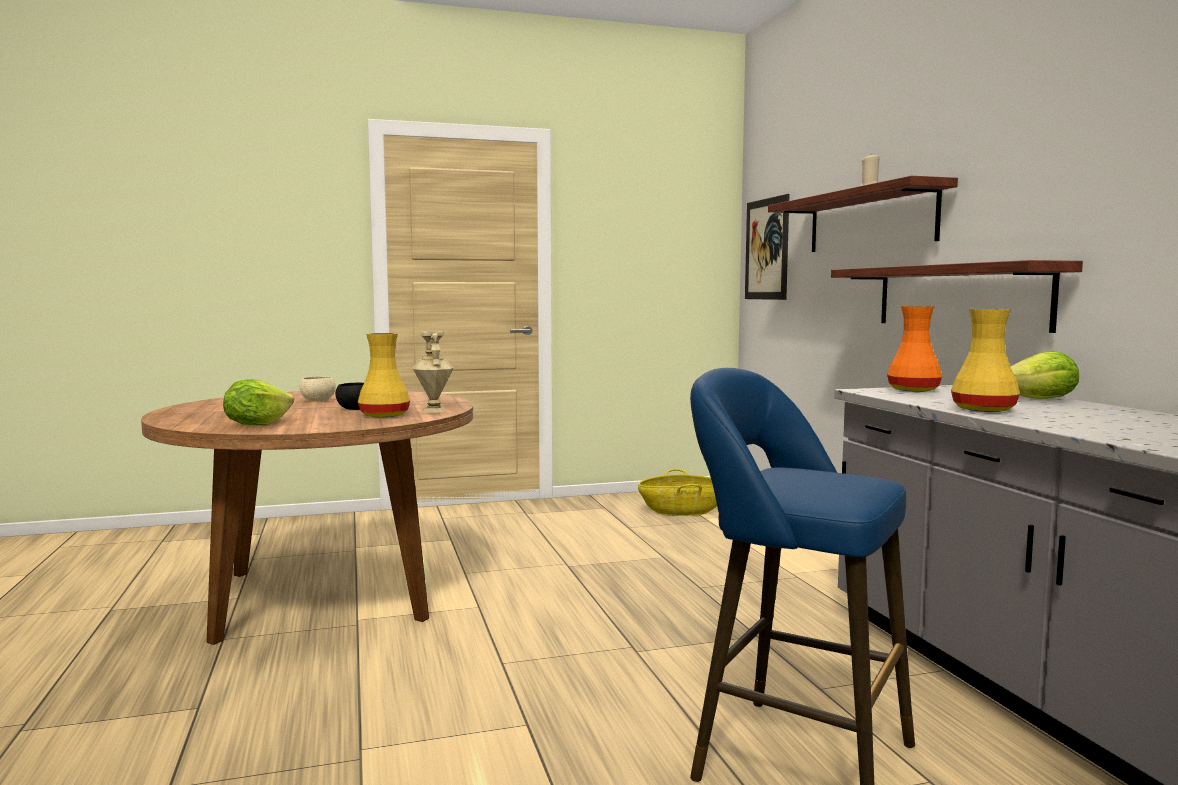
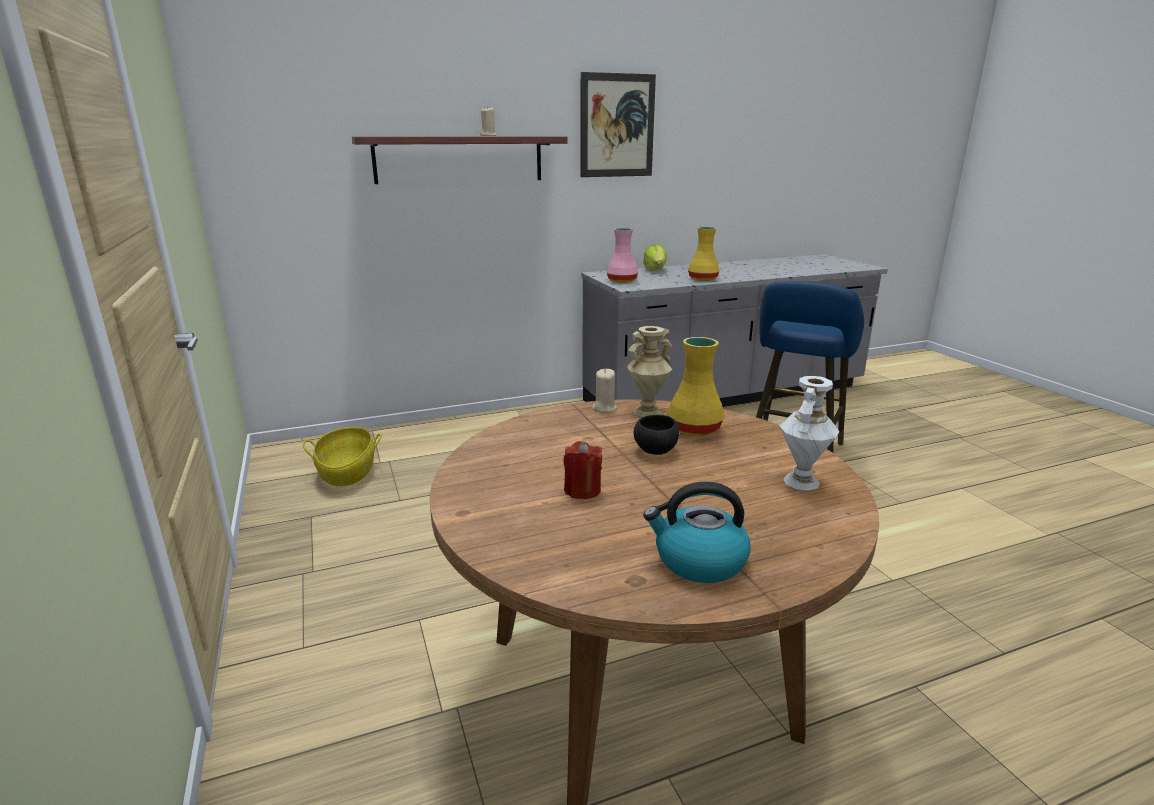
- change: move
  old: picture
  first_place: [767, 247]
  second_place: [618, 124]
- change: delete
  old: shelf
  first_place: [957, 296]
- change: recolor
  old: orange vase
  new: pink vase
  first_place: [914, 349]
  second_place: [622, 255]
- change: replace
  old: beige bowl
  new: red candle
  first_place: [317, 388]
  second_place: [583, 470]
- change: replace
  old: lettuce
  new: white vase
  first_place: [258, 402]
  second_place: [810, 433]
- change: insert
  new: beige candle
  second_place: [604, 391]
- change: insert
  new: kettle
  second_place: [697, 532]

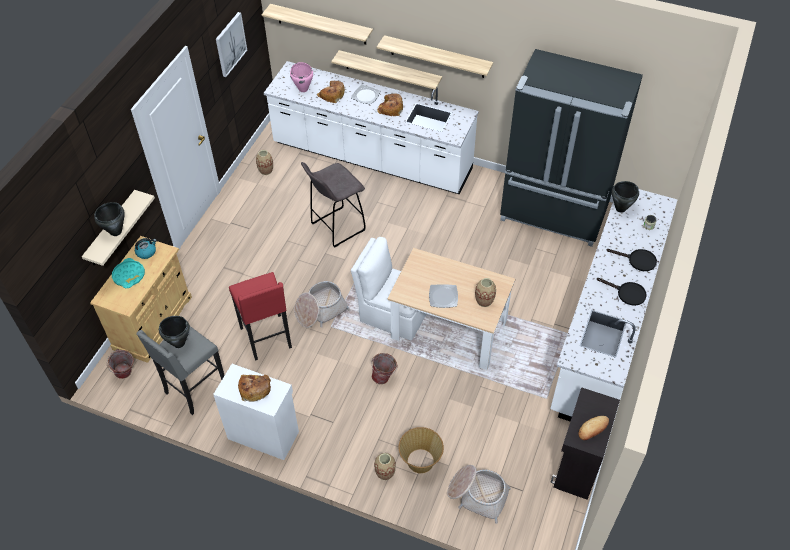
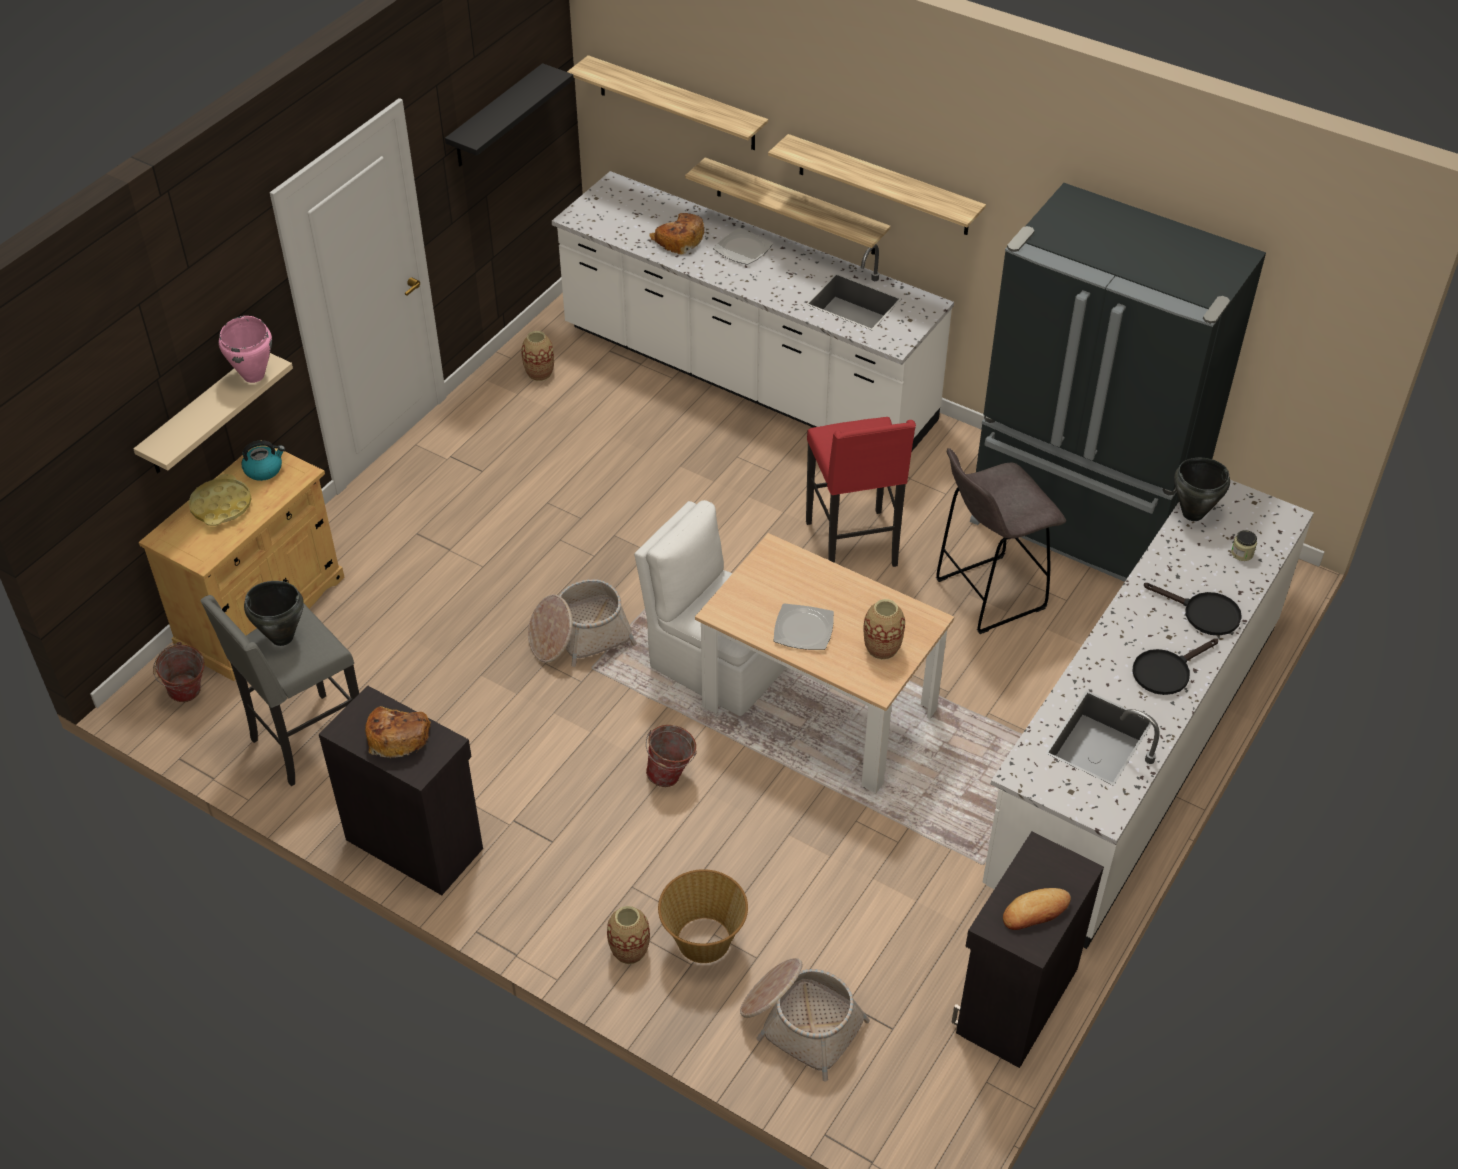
- change: replace
  old: picture
  new: black shelf
  first_place: [231, 44]
  second_place: [509, 114]
- change: move
  old: pink cooking pot
  first_place: [301, 77]
  second_place: [245, 349]
- change: delete
  old: bread
  first_place: [390, 105]
- change: move
  old: grey stool
  first_place: [333, 205]
  second_place: [1001, 541]
- change: delete
  old: black cooking pot
  first_place: [109, 219]
- change: recolor
  old: turquoise tray
  new: yellow tray
  first_place: [128, 273]
  second_place: [220, 500]
- change: move
  old: red stool
  first_place: [260, 316]
  second_place: [861, 492]
- change: rotate
  old: black frying pan
  first_place: [622, 292]
  second_place: [1175, 666]
  degrees: 105
- change: recolor
  old: white cabinet
  new: black cabinet
  first_place: [256, 412]
  second_place: [401, 790]

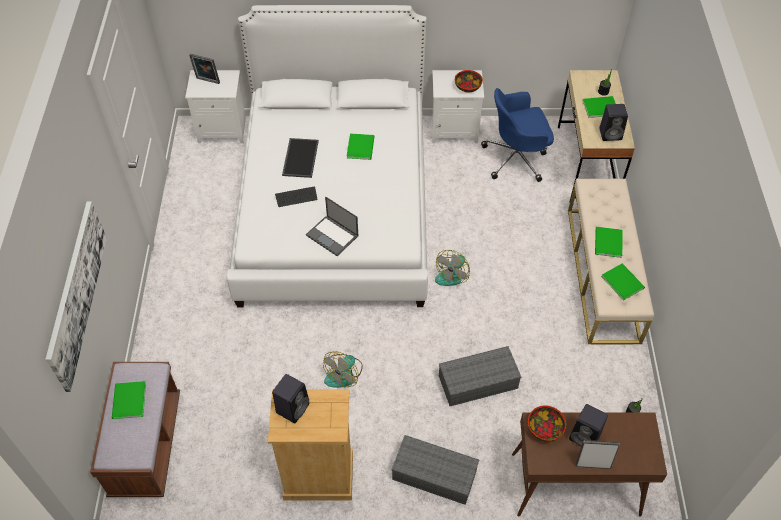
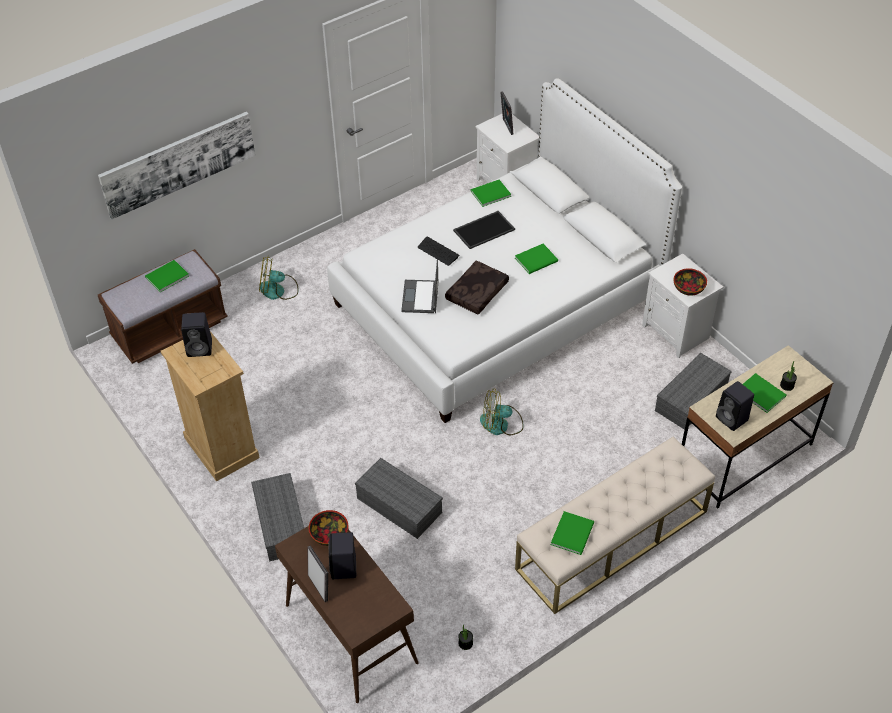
- change: replace
  old: blue office chair
  new: grey storage box
  first_place: [517, 135]
  second_place: [693, 391]
- change: move
  old: green book
  first_place: [609, 242]
  second_place: [491, 193]
- change: move
  old: fan
  first_place: [343, 369]
  second_place: [279, 278]
- change: insert
  new: brown pillow
  second_place: [477, 288]

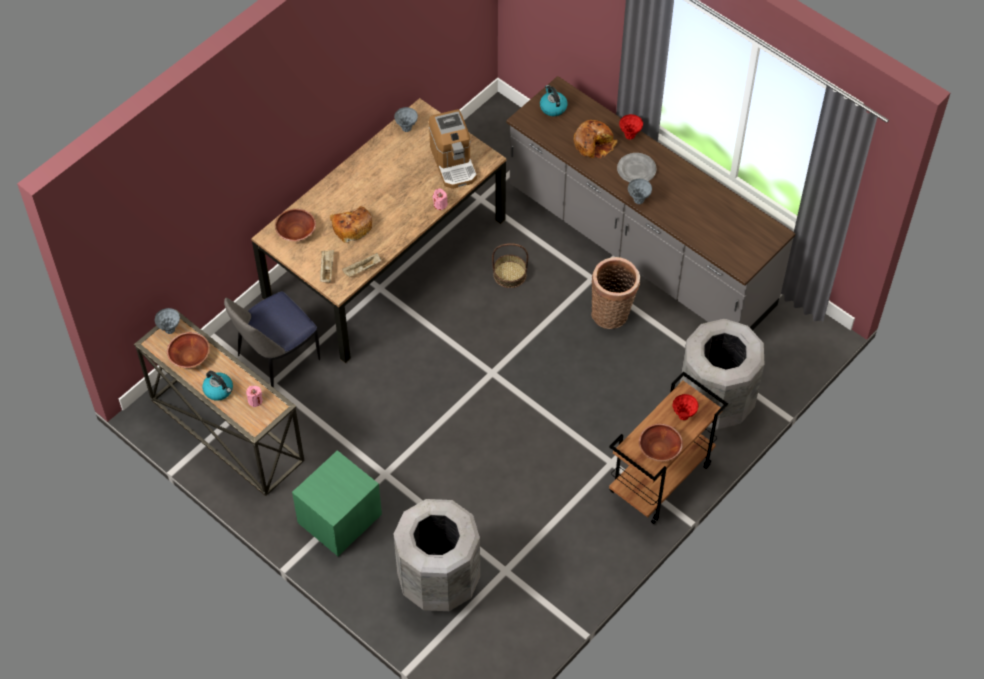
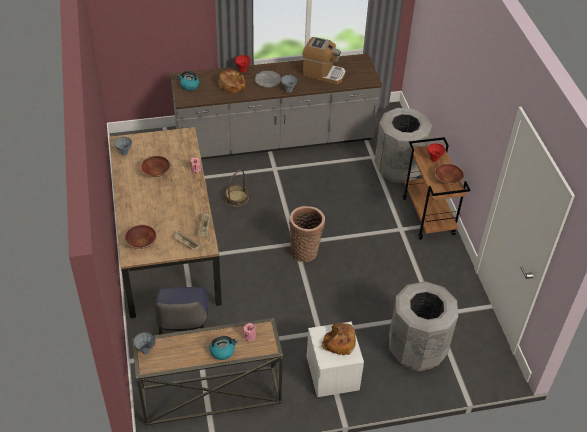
- change: move
  old: coffee machine
  first_place: [453, 149]
  second_place: [324, 60]
- change: move
  old: bread
  first_place: [351, 224]
  second_place: [339, 339]
- change: move
  old: basket
  first_place: [615, 293]
  second_place: [307, 234]
- change: move
  old: brown bowl
  first_place: [188, 350]
  second_place: [155, 166]
- change: recolor
  old: green nightstand
  new: white nightstand
  first_place: [337, 503]
  second_place: [335, 359]

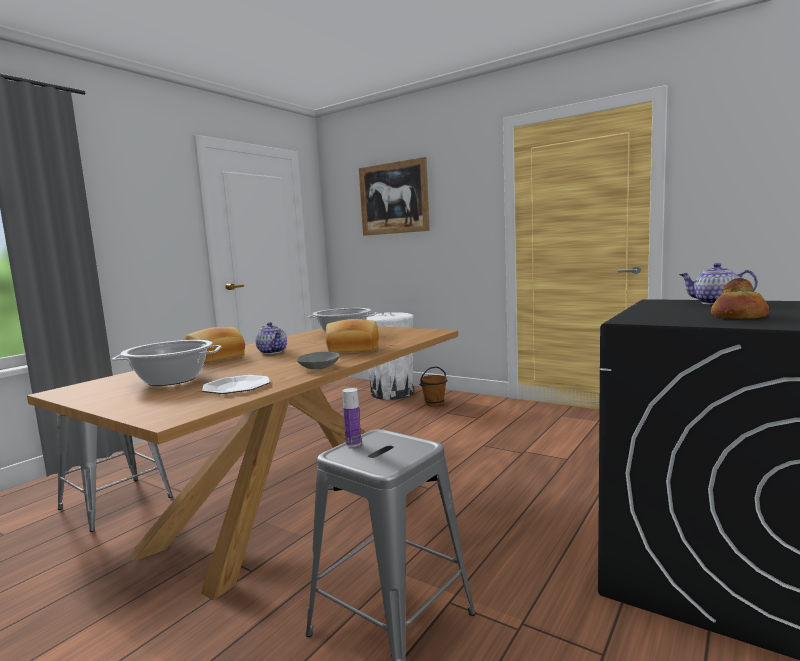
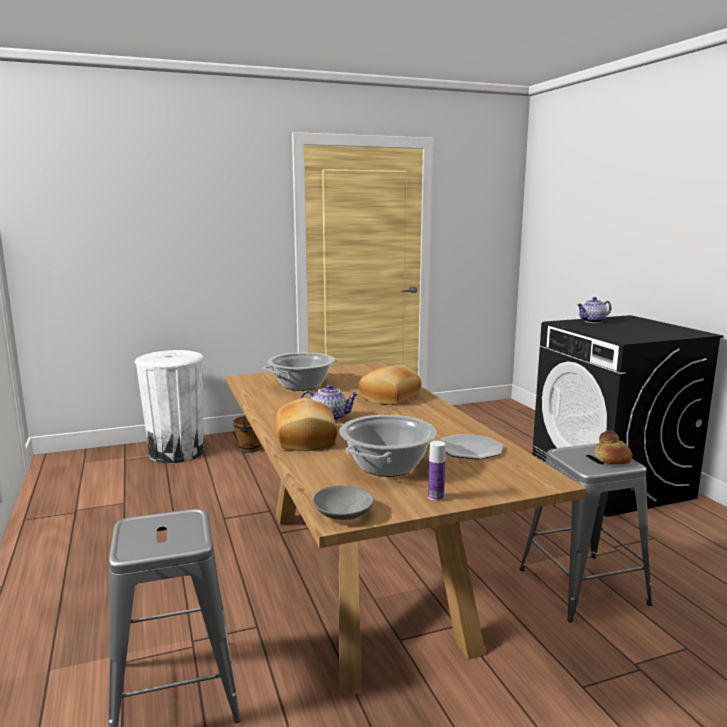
- change: delete
  old: picture
  first_place: [394, 196]
- change: move
  old: bread
  first_place: [740, 298]
  second_place: [613, 447]
- change: move
  old: grey bowl
  first_place: [318, 360]
  second_place: [343, 502]
- change: move
  old: bottle
  first_place: [351, 417]
  second_place: [437, 471]

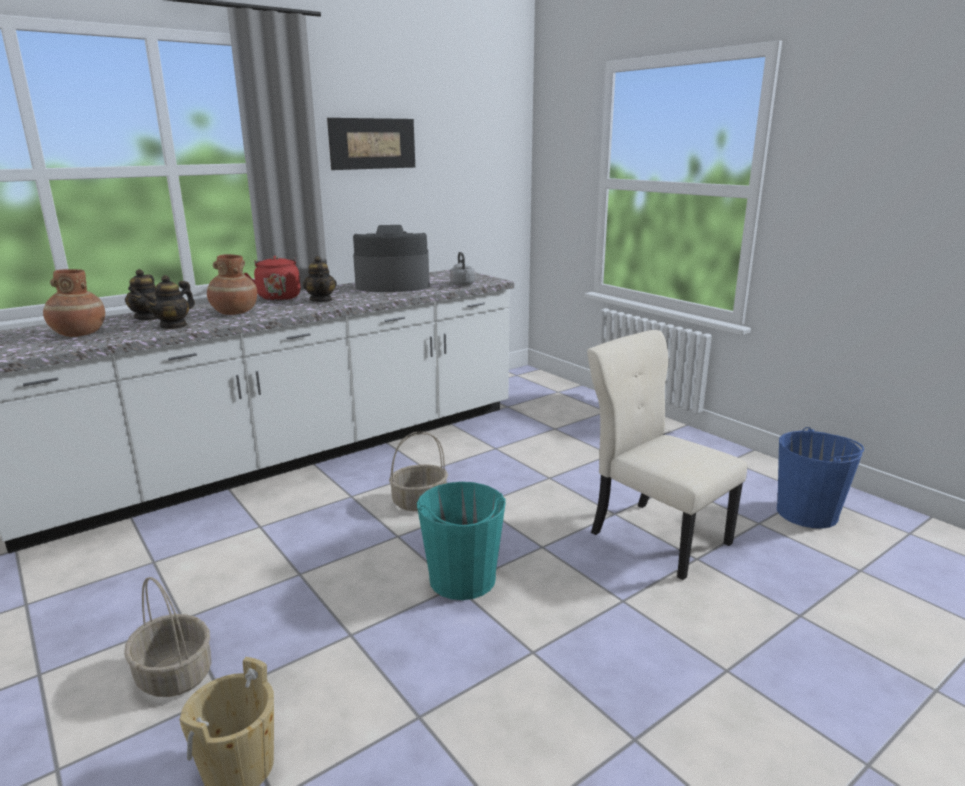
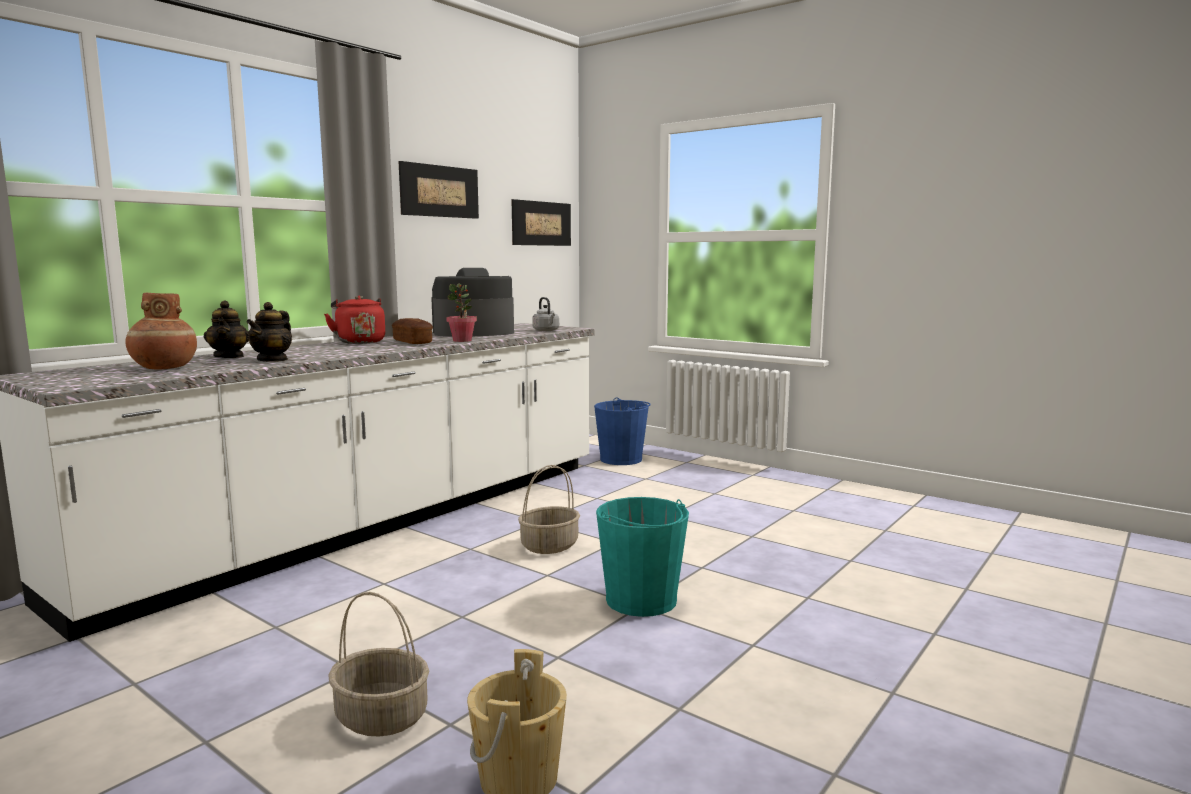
- change: delete
  old: brown vase
  first_place: [232, 284]
- change: replace
  old: teapot
  new: bread
  first_place: [320, 279]
  second_place: [412, 331]
- change: delete
  old: beige chair
  first_place: [667, 455]
- change: move
  old: blue bucket
  first_place: [820, 478]
  second_place: [622, 431]
- change: insert
  new: picture
  second_place: [541, 222]
- change: insert
  new: potted plant
  second_place: [461, 312]

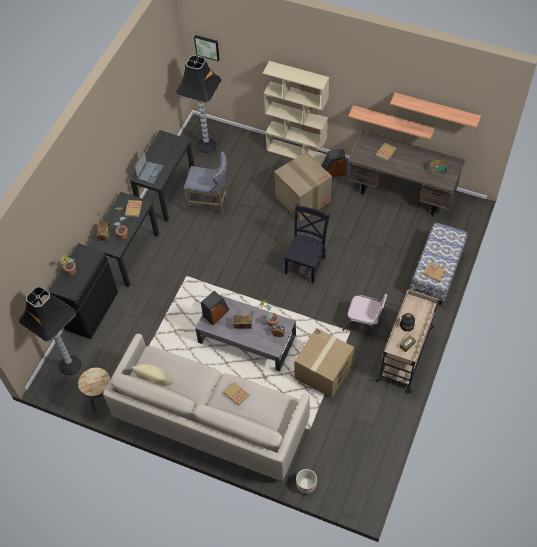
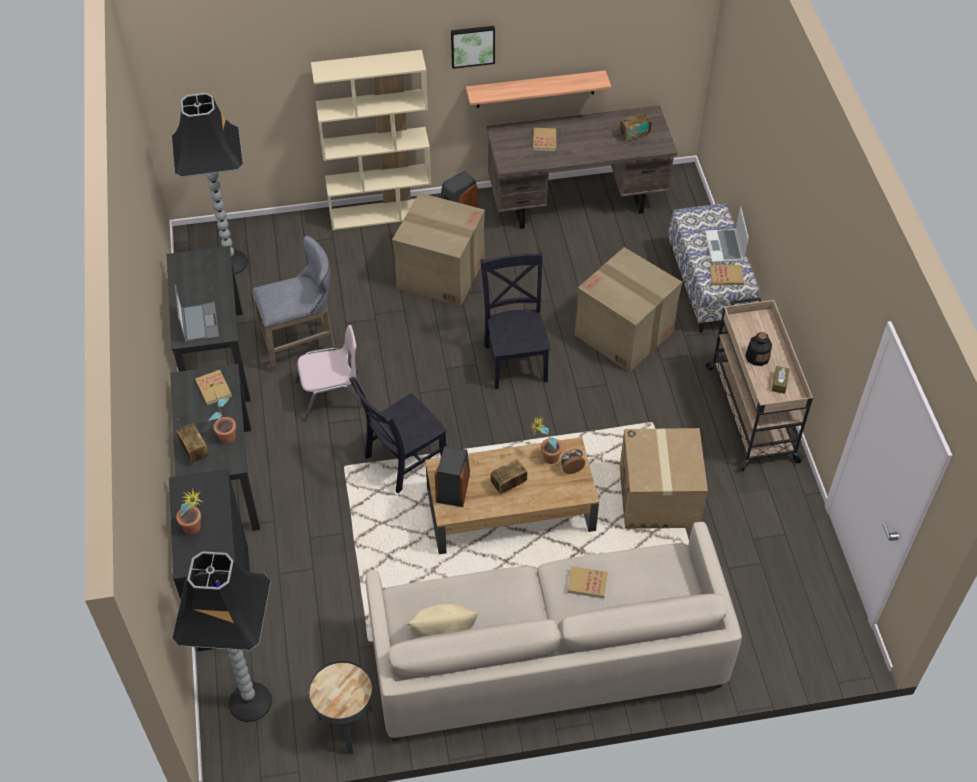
- change: move
  old: picture
  first_place: [207, 48]
  second_place: [473, 47]
- change: delete
  old: shelf
  first_place: [435, 110]
- change: move
  old: pink chair
  first_place: [364, 316]
  second_place: [329, 373]
- change: recolor
  old: grey coffee table
  new: brown coffee table
  first_place: [245, 333]
  second_place: [512, 495]
- change: delete
  old: planter
  first_place: [306, 481]
- change: insert
  new: laptop
  second_place: [727, 235]
- change: insert
  new: cardboard box
  second_place: [628, 309]
- change: insert
  new: black chair
  second_place: [398, 435]

